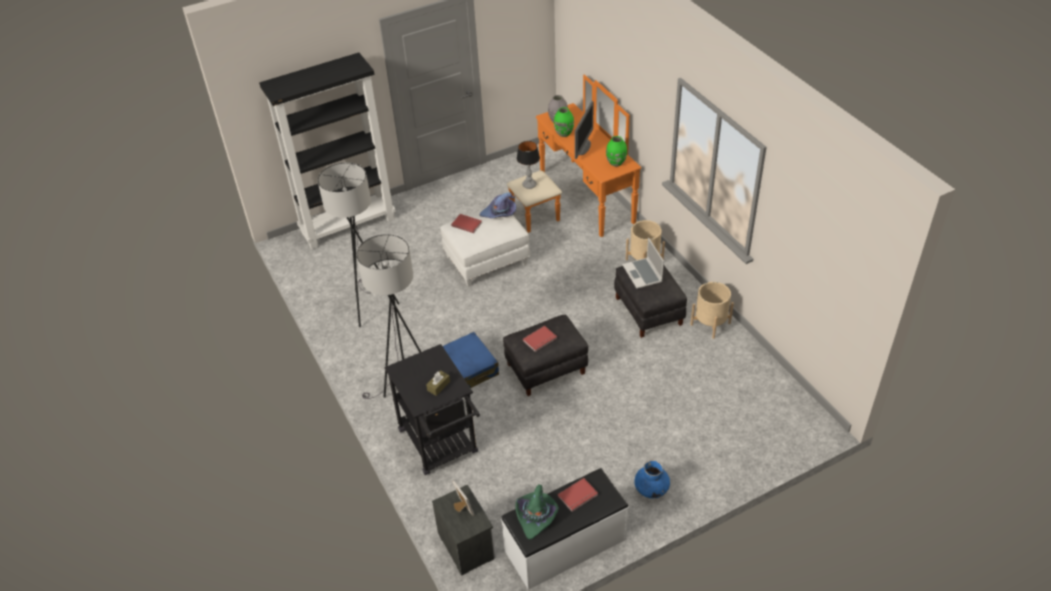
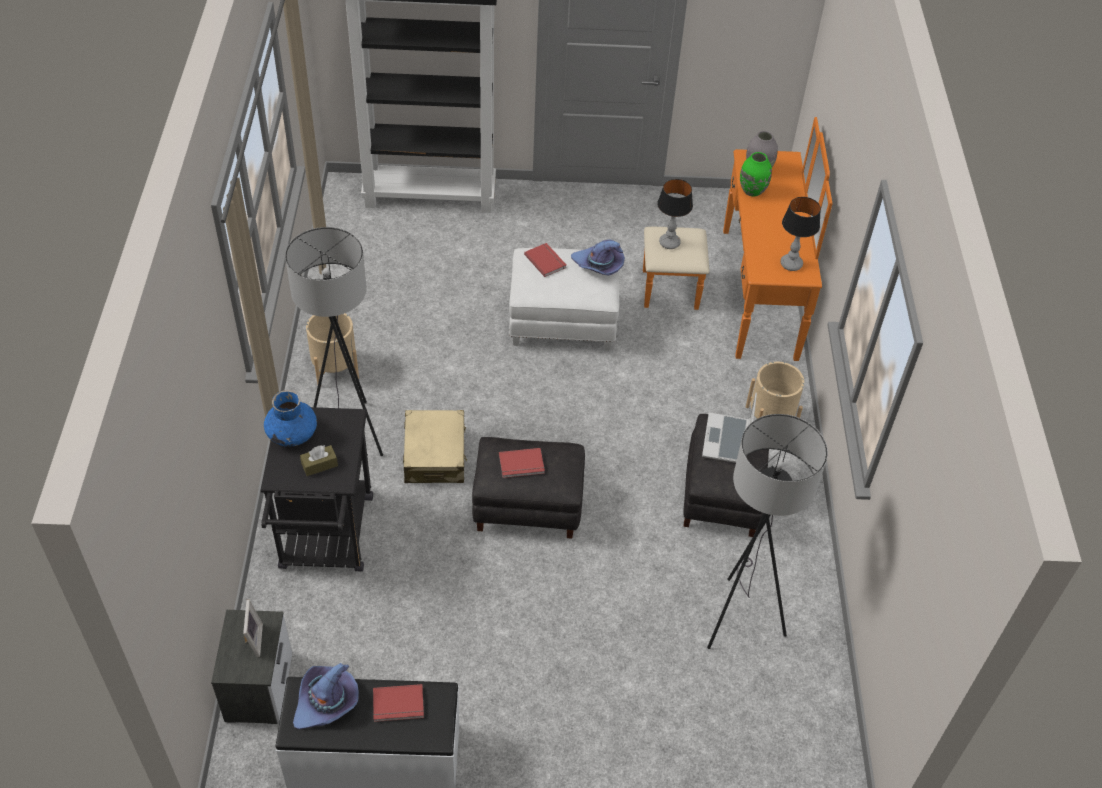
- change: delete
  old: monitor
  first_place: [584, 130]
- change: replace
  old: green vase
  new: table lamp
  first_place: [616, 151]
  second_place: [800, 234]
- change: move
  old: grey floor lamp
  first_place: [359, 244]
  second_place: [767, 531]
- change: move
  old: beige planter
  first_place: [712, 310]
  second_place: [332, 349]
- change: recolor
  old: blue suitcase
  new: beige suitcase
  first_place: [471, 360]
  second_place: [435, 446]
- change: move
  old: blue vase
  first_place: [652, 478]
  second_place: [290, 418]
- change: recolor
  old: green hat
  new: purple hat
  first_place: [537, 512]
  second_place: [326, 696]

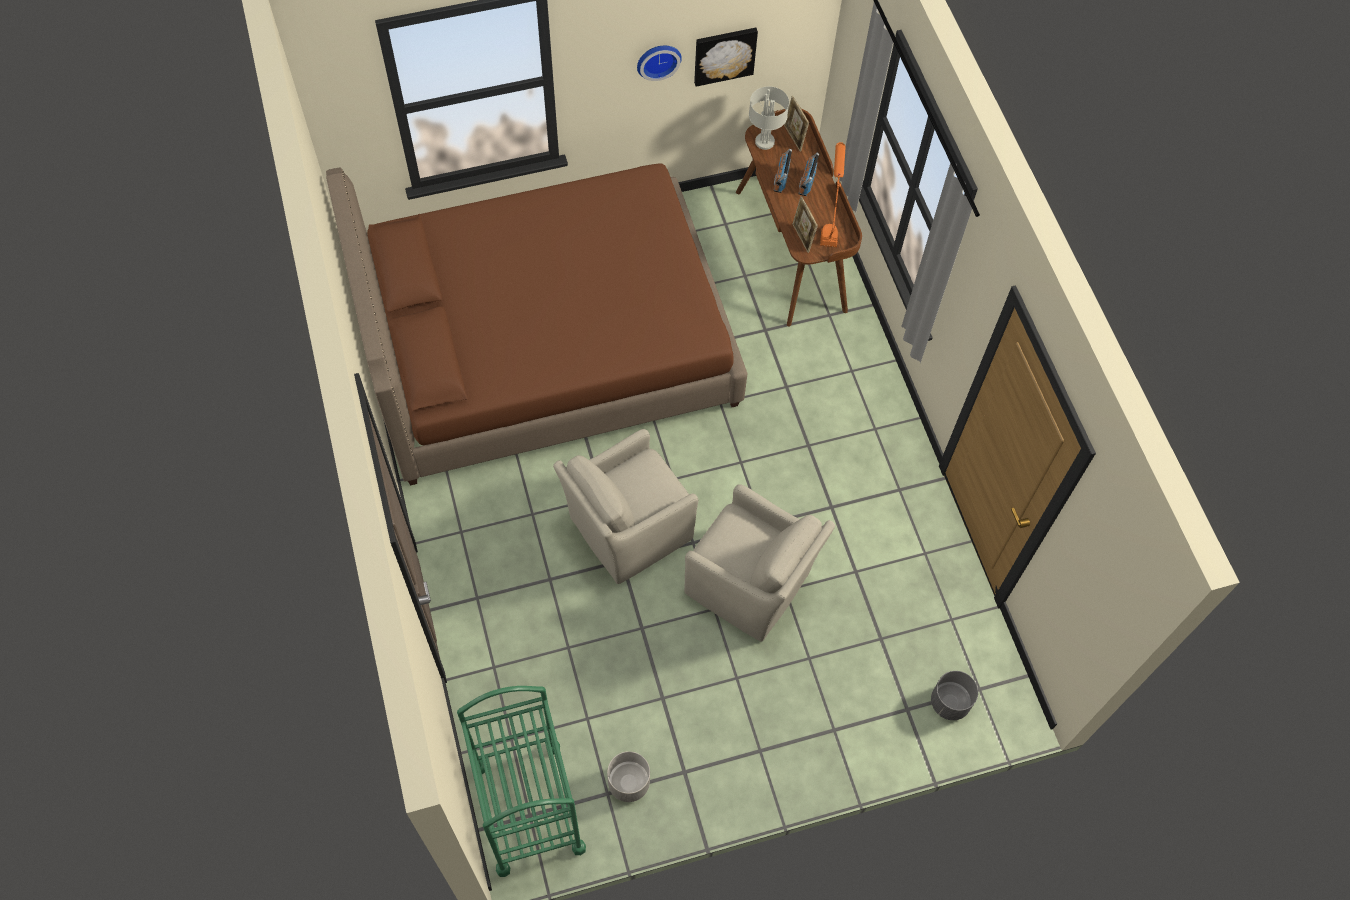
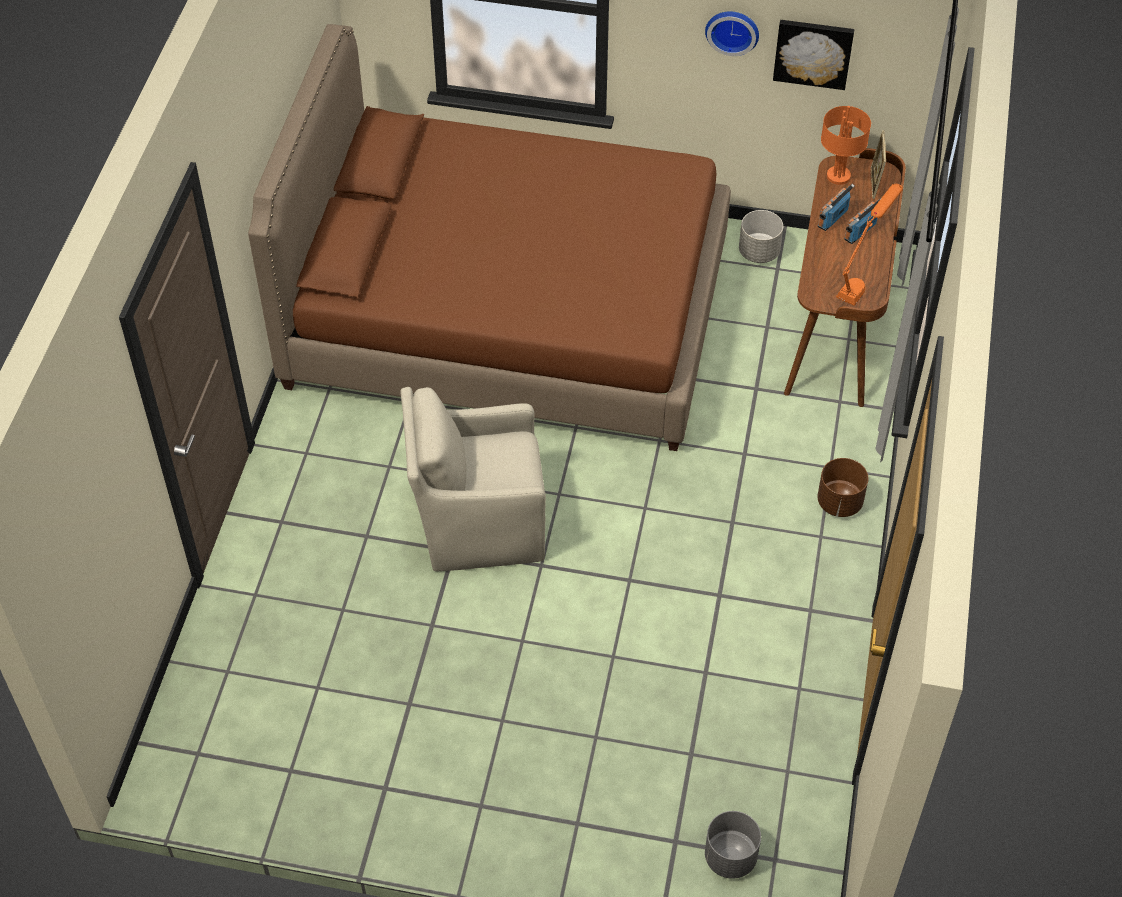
- change: recolor
  old: grey table lamp
  new: orange table lamp
  first_place: [769, 118]
  second_place: [846, 145]
- change: delete
  old: picture frame
  first_place: [805, 224]
- change: delete
  old: beige armchair
  first_place: [759, 563]
- change: delete
  old: green cart
  first_place: [521, 781]
- change: move
  old: grey planter
  first_place: [628, 776]
  second_place: [761, 236]
- change: insert
  new: brown planter
  second_place: [843, 487]

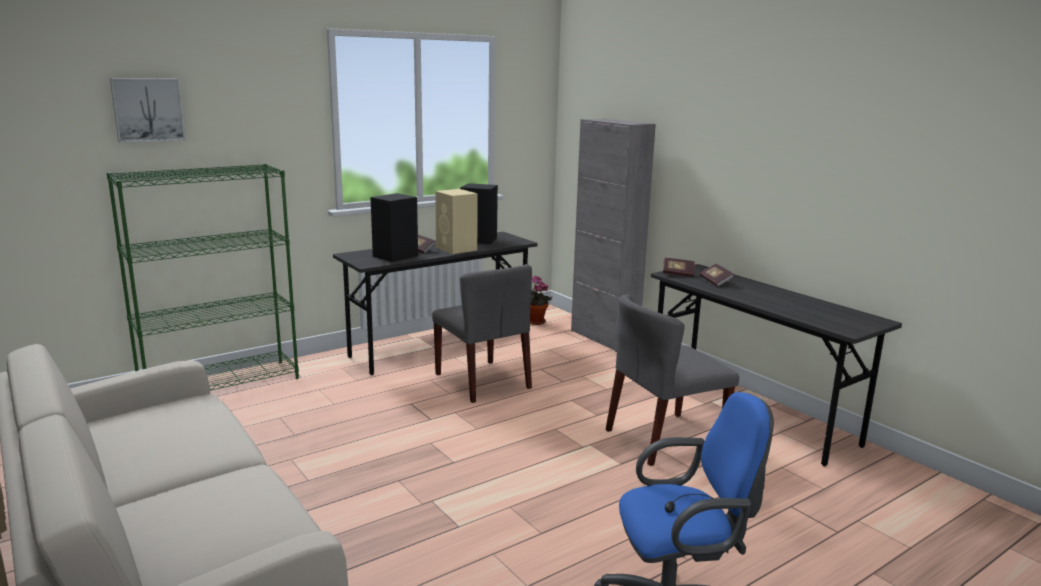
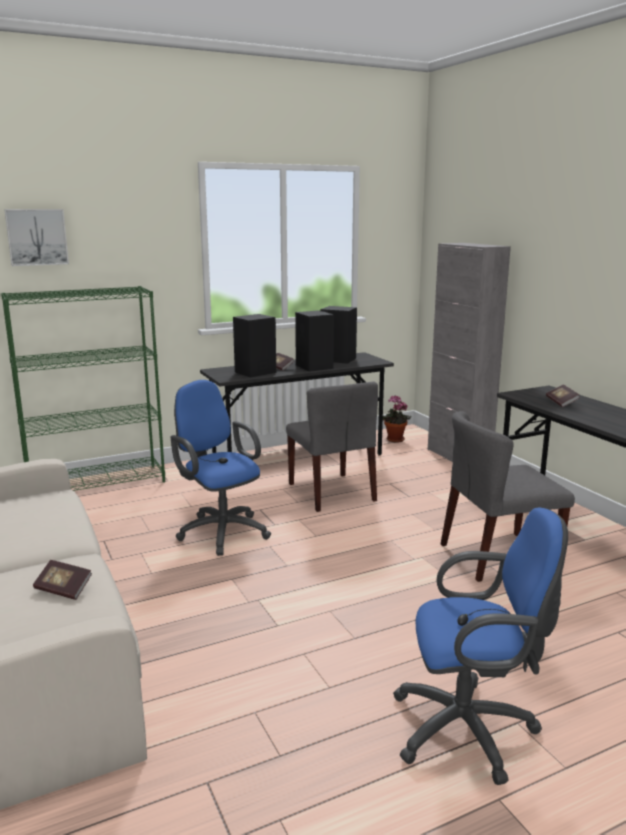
- change: recolor
  old: beige speaker
  new: black speaker
  first_place: [456, 221]
  second_place: [314, 341]
- change: move
  old: book
  first_place: [679, 267]
  second_place: [62, 580]
- change: insert
  new: blue office chair
  second_place: [221, 468]

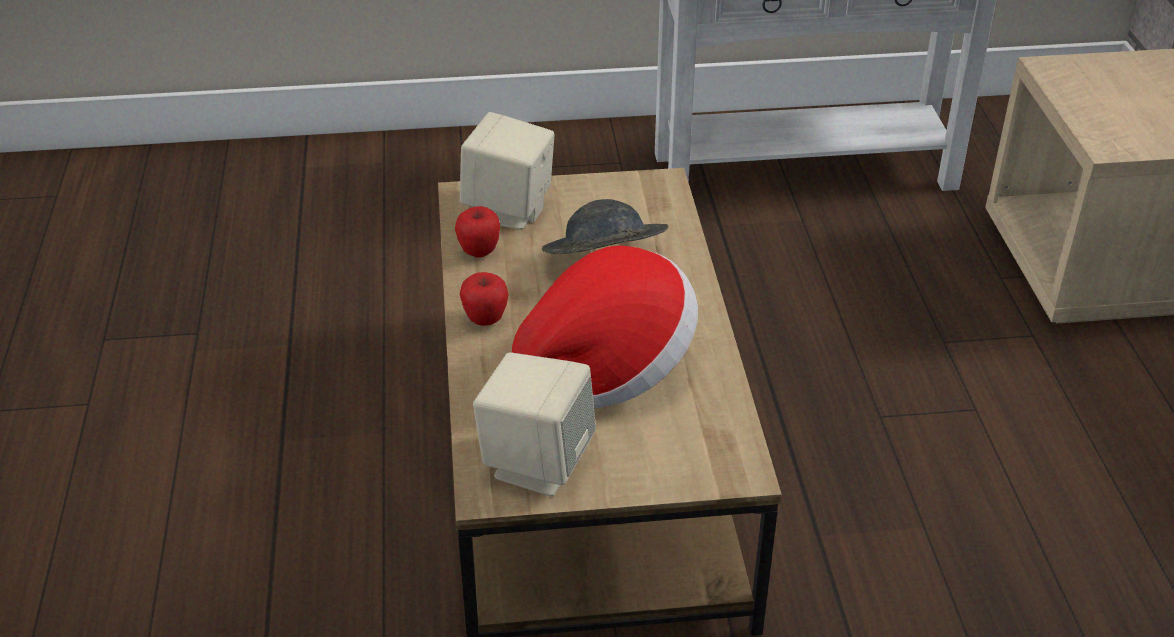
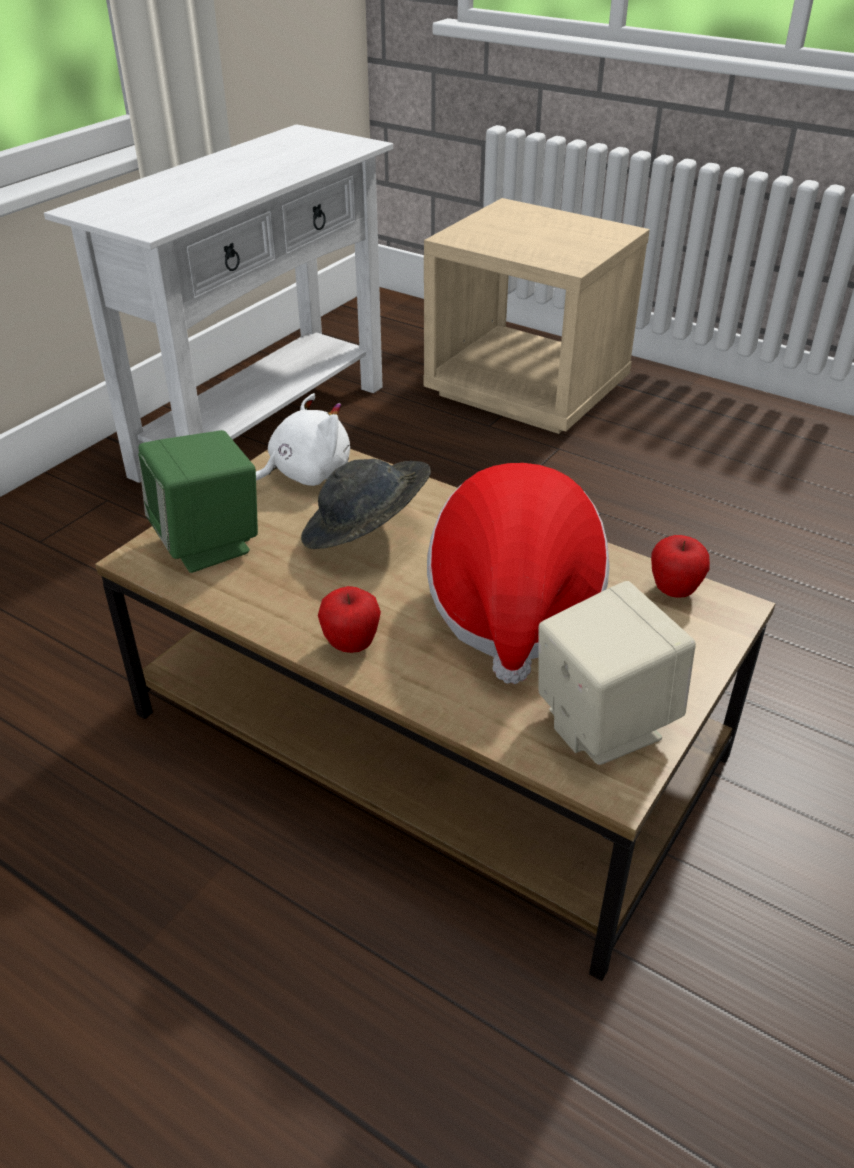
- change: recolor
  old: beige speaker
  new: green speaker
  first_place: [507, 171]
  second_place: [198, 501]
- change: move
  old: apple
  first_place: [477, 232]
  second_place: [680, 566]
- change: insert
  new: white plush toy
  second_place: [303, 439]

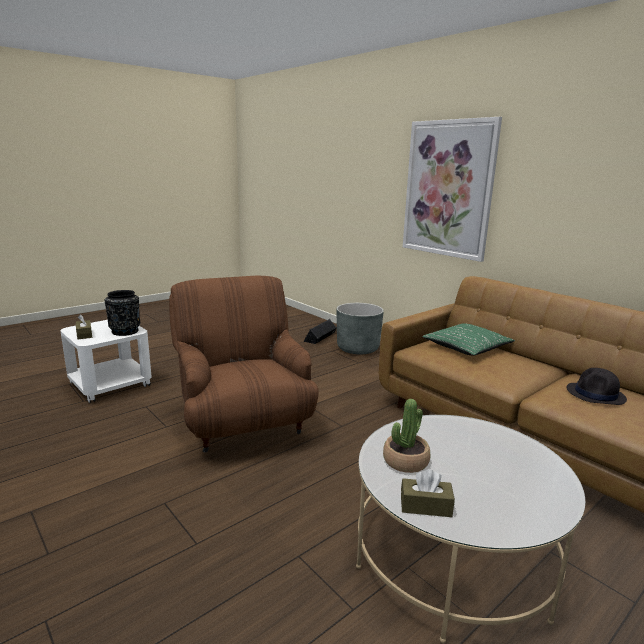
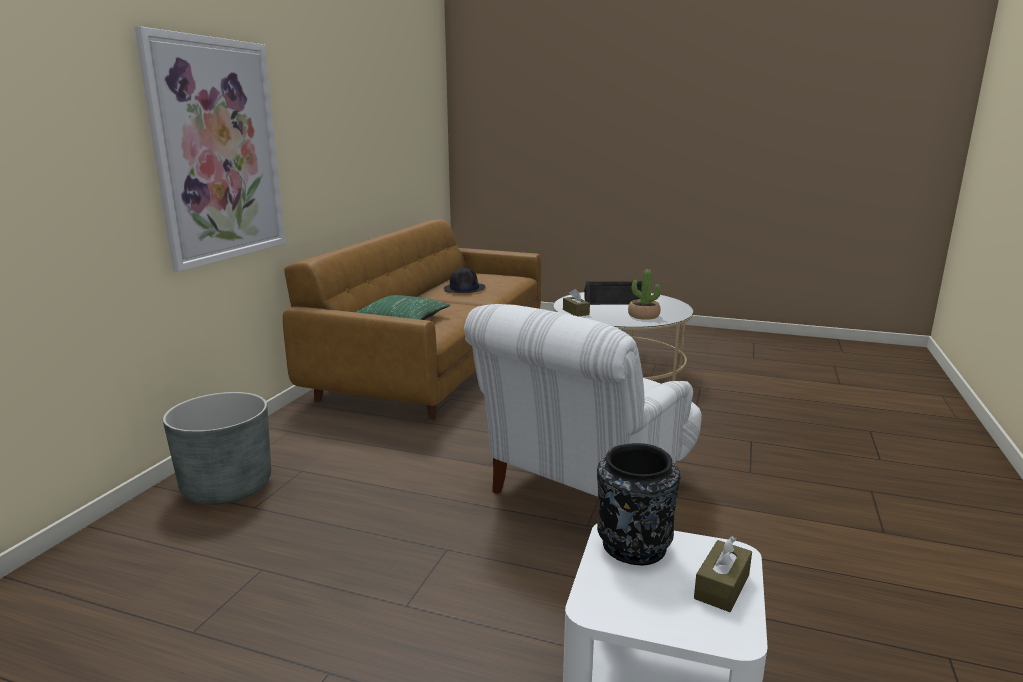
- change: recolor
  old: brown armchair
  new: white armchair
  first_place: [243, 364]
  second_place: [583, 400]
- change: move
  old: black speaker
  first_place: [320, 331]
  second_place: [613, 293]
- change: move
  old: brown tissue box
  first_place: [428, 493]
  second_place: [576, 303]

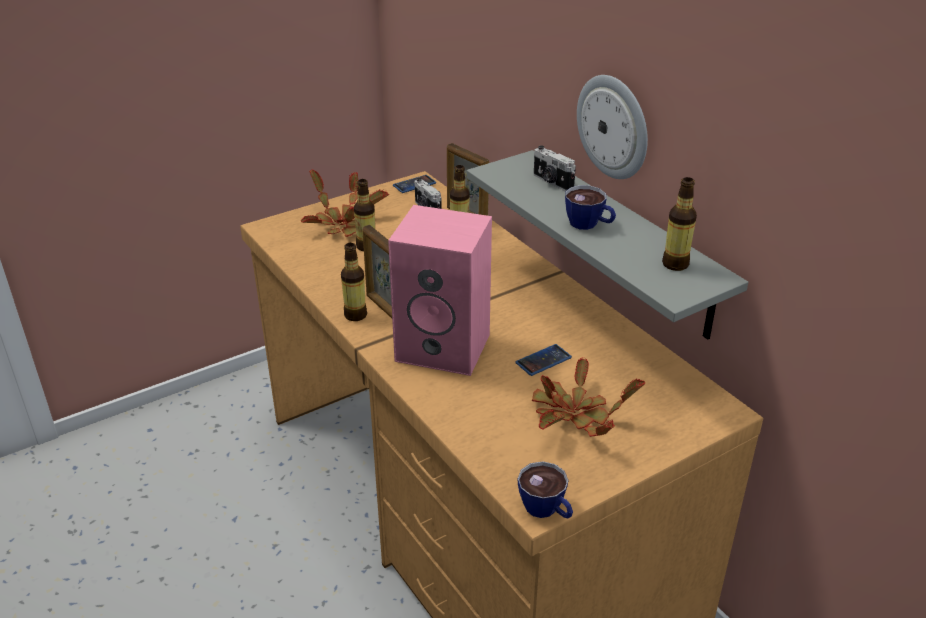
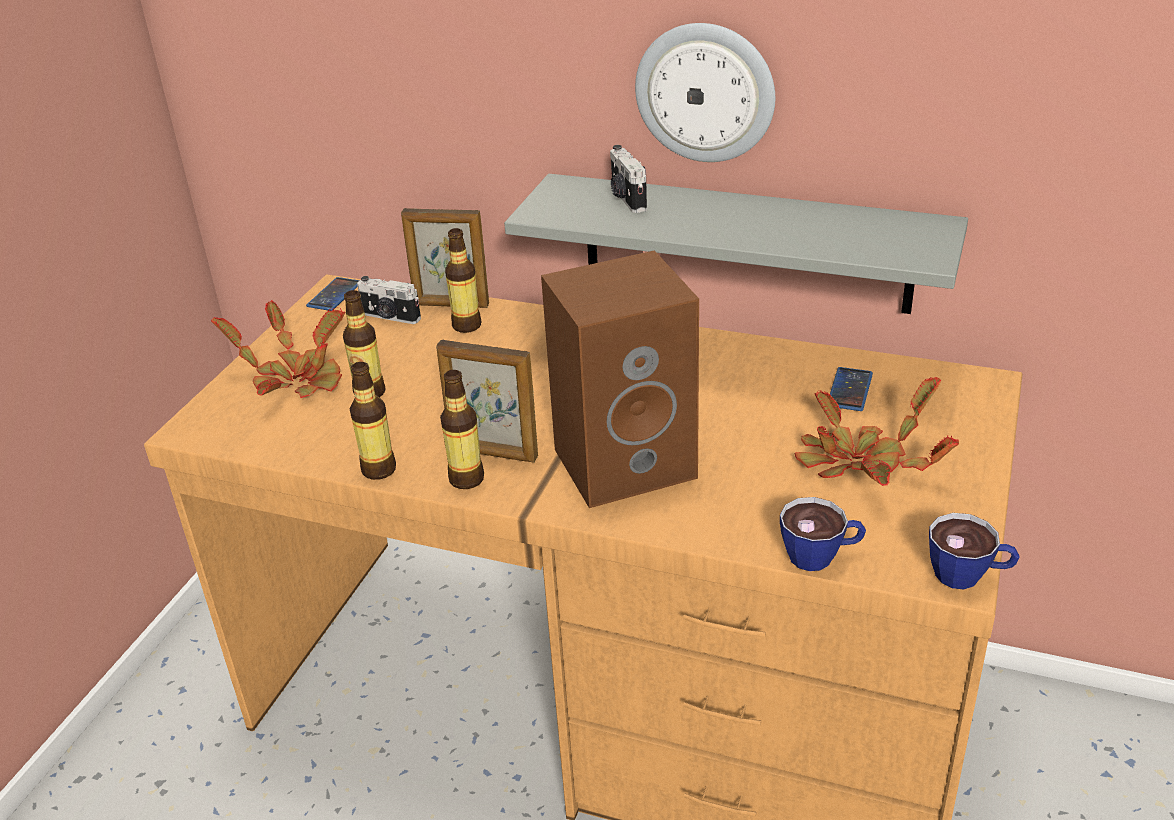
- change: rotate
  old: photo camera
  first_place: [555, 168]
  second_place: [628, 179]
  degrees: 60
- change: move
  old: bottle
  first_place: [679, 224]
  second_place: [372, 421]
- change: move
  old: cup
  first_place: [590, 207]
  second_place: [823, 534]
- change: recolor
  old: pink speaker
  new: brown speaker
  first_place: [440, 290]
  second_place: [620, 379]
- change: move
  old: phone
  first_place: [543, 360]
  second_place: [851, 389]

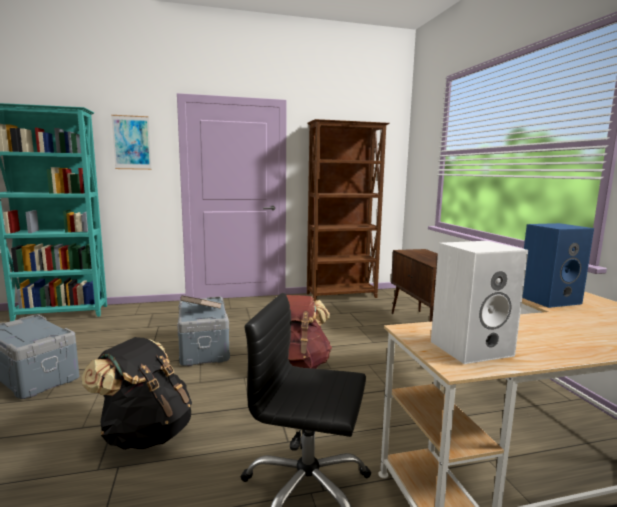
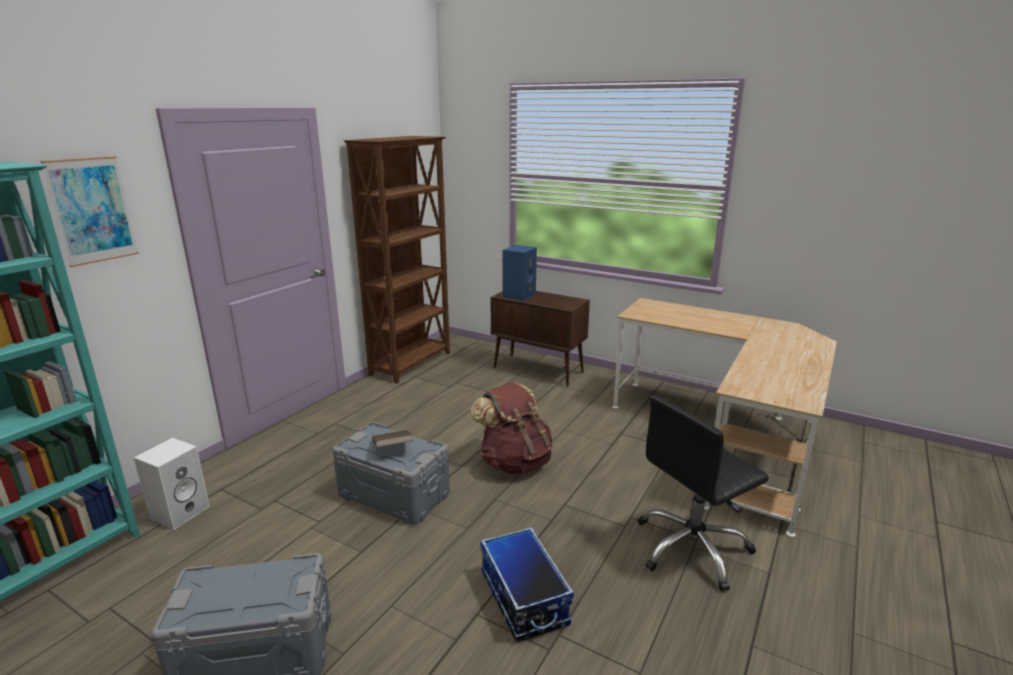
- change: move
  old: blue speaker
  first_place: [558, 265]
  second_place: [519, 273]
- change: move
  old: white speaker
  first_place: [479, 302]
  second_place: [172, 484]
- change: replace
  old: black backpack
  new: storage box
  first_place: [136, 393]
  second_place: [527, 585]

